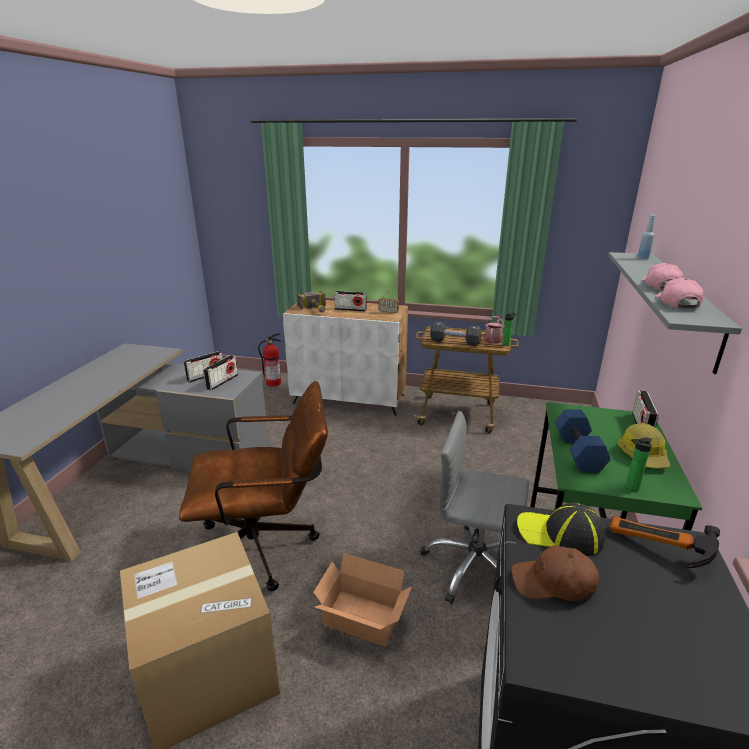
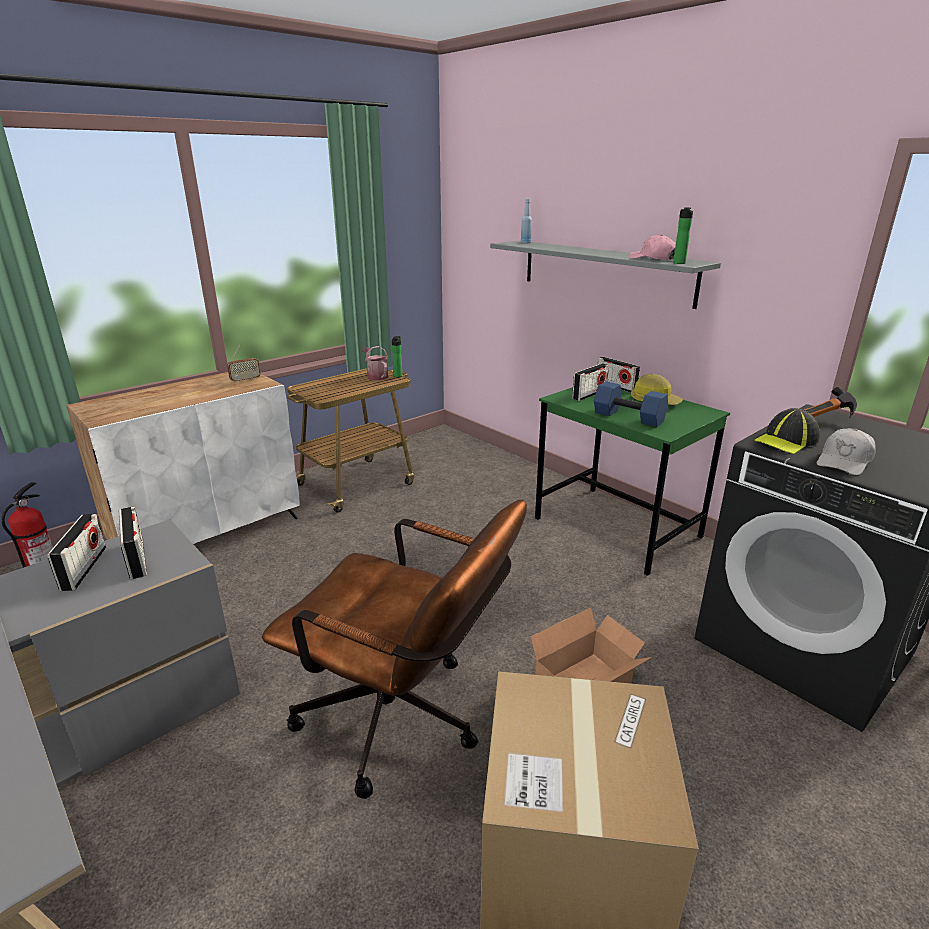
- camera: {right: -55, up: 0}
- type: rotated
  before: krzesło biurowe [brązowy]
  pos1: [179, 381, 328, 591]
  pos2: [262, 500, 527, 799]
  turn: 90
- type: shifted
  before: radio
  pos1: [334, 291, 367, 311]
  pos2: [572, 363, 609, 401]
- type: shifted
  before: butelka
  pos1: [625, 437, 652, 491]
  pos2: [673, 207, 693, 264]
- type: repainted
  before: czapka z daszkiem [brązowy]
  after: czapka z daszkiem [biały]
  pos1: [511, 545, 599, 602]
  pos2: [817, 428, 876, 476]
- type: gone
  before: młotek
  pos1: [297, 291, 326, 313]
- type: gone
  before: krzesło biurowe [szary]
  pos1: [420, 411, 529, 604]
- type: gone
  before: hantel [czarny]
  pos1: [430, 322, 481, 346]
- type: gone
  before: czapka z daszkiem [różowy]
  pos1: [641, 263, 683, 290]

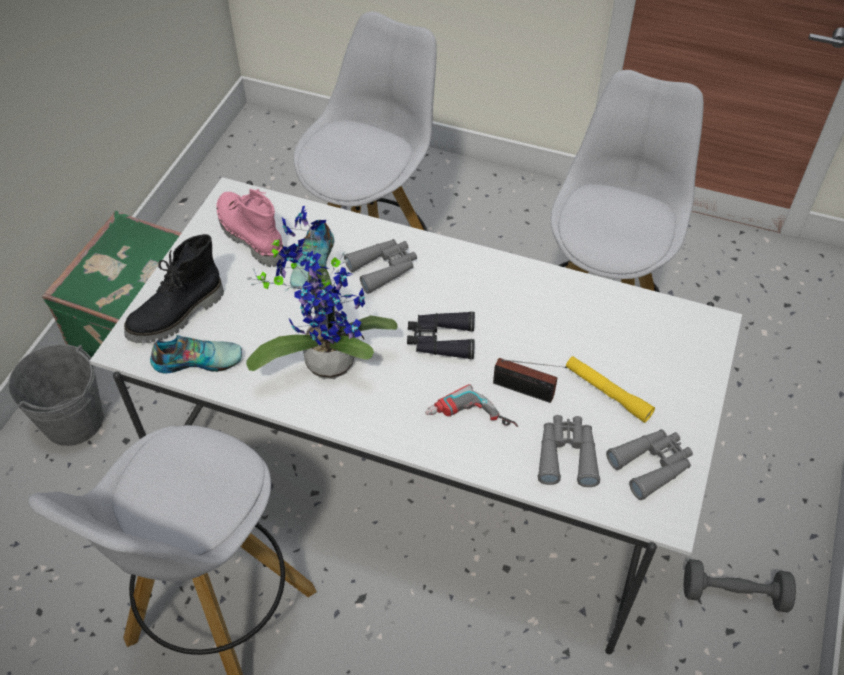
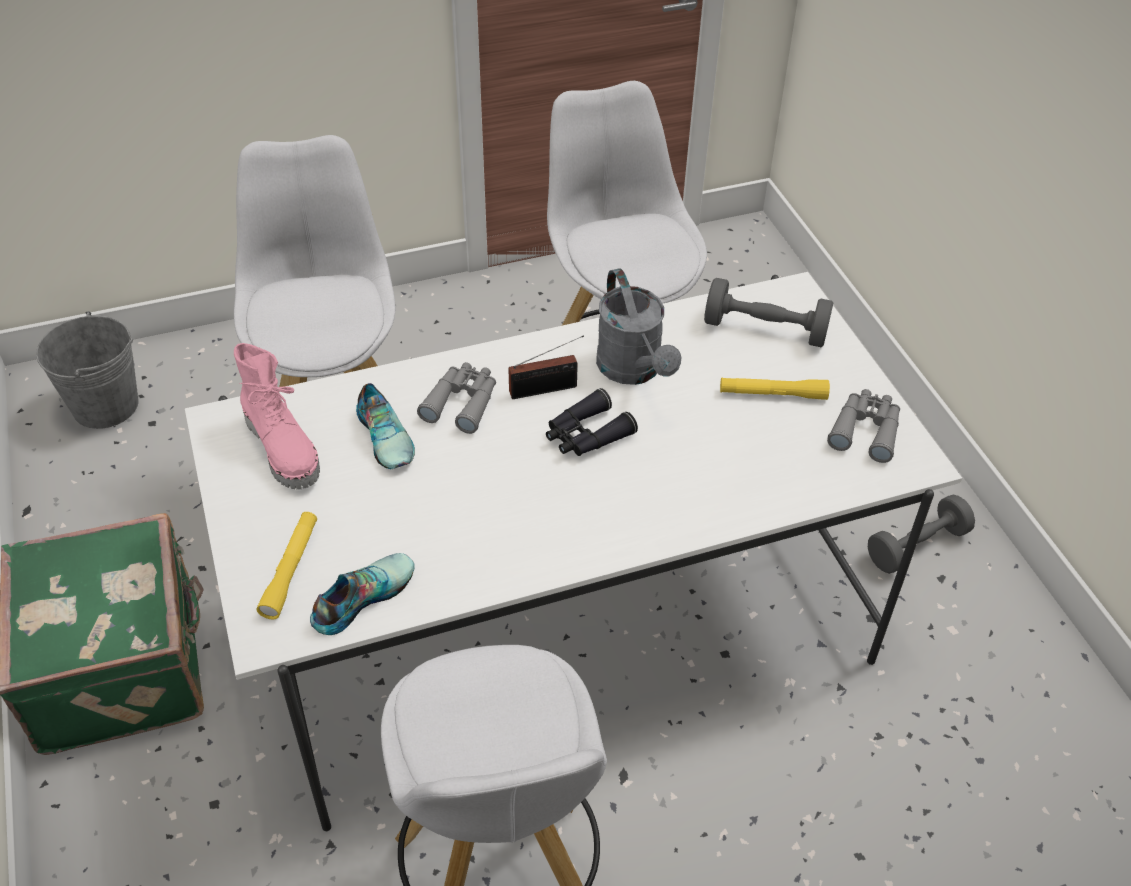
- camera: {right: -40, up: -5}
- type: shifted
  before: wiadro [szary]
  pos1: [8, 344, 103, 446]
  pos2: [36, 311, 138, 429]
- type: rotated
  before: but z cholewką [różowy]
  pos1: [217, 189, 284, 267]
  pos2: [234, 343, 320, 489]
  turn: -135
- type: swapped
  before: but z cholewką [czarny]
  after: latarka [żółty]
  pos1: [124, 234, 224, 343]
  pos2: [256, 512, 317, 619]
- type: shifted
  before: radio
  pos1: [493, 358, 567, 403]
  pos2: [508, 335, 584, 399]
- type: new
  after: konewka [szary]
  pos2: [596, 268, 681, 385]
- type: new
  after: hantel [szary]
  pos2: [704, 278, 833, 347]
- type: gone
  before: roślina doniczkowa
  pos1: [246, 206, 398, 379]
- type: gone
  before: wiertarka
  pos1: [425, 384, 518, 427]
- type: gone
  before: lornetka [szary]
  pos1: [538, 415, 600, 487]

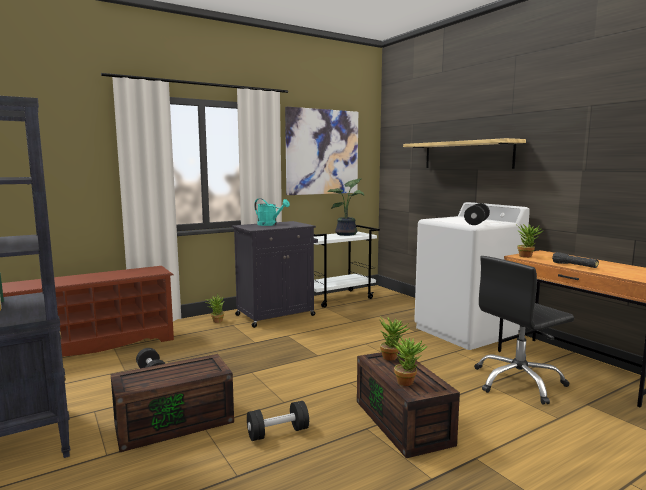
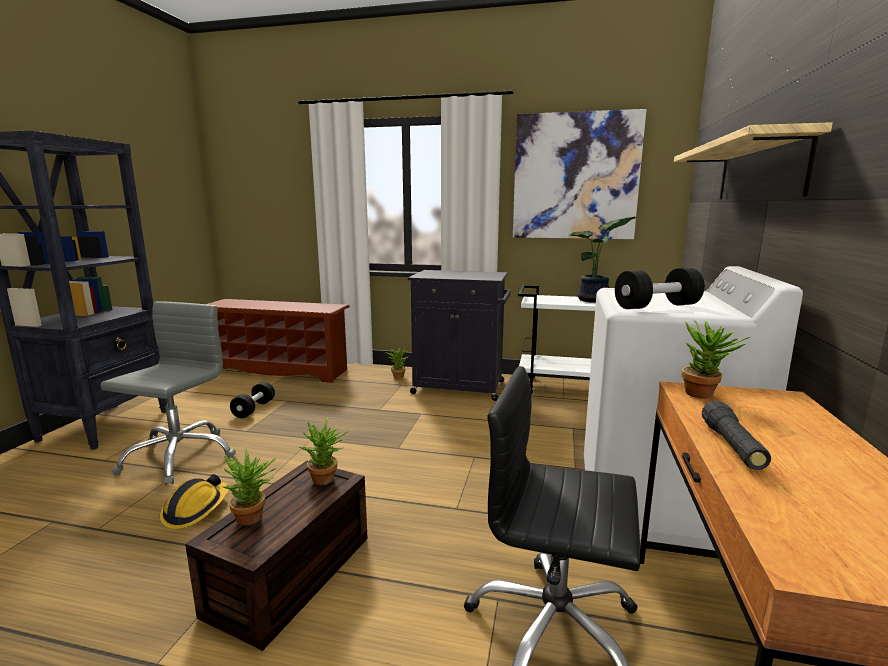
- camera: {right: 45, up: 5}
- type: swapped
  before: pojemnik do przechowywania [brązowy]
  after: krzesło biurowe [szary]
  pos1: [111, 354, 234, 453]
  pos2: [100, 301, 236, 485]
- type: swapped
  before: hantel [czarny]
  after: kask
  pos1: [247, 401, 309, 441]
  pos2: [160, 474, 229, 529]
- type: gone
  before: konewka [turkusowy]
  pos1: [254, 198, 290, 226]

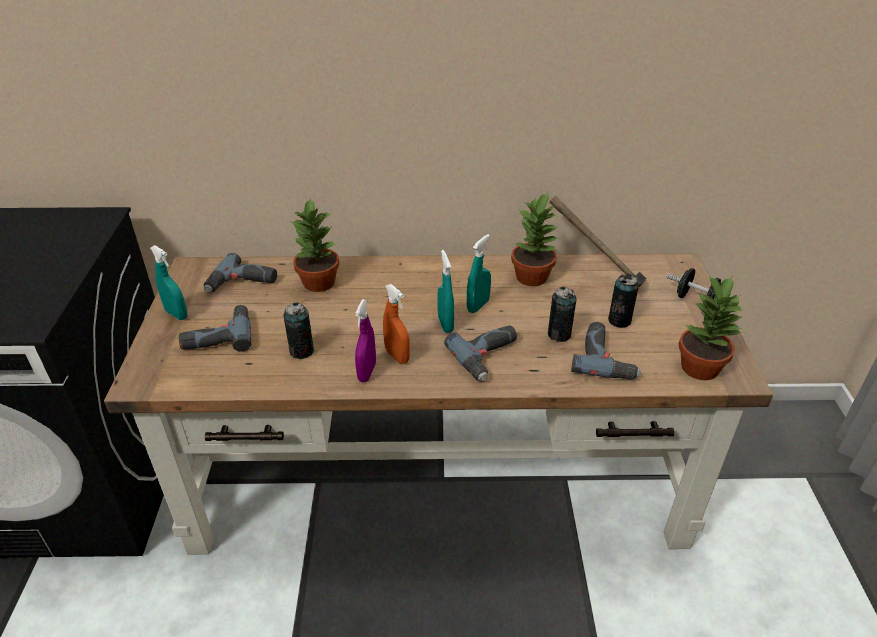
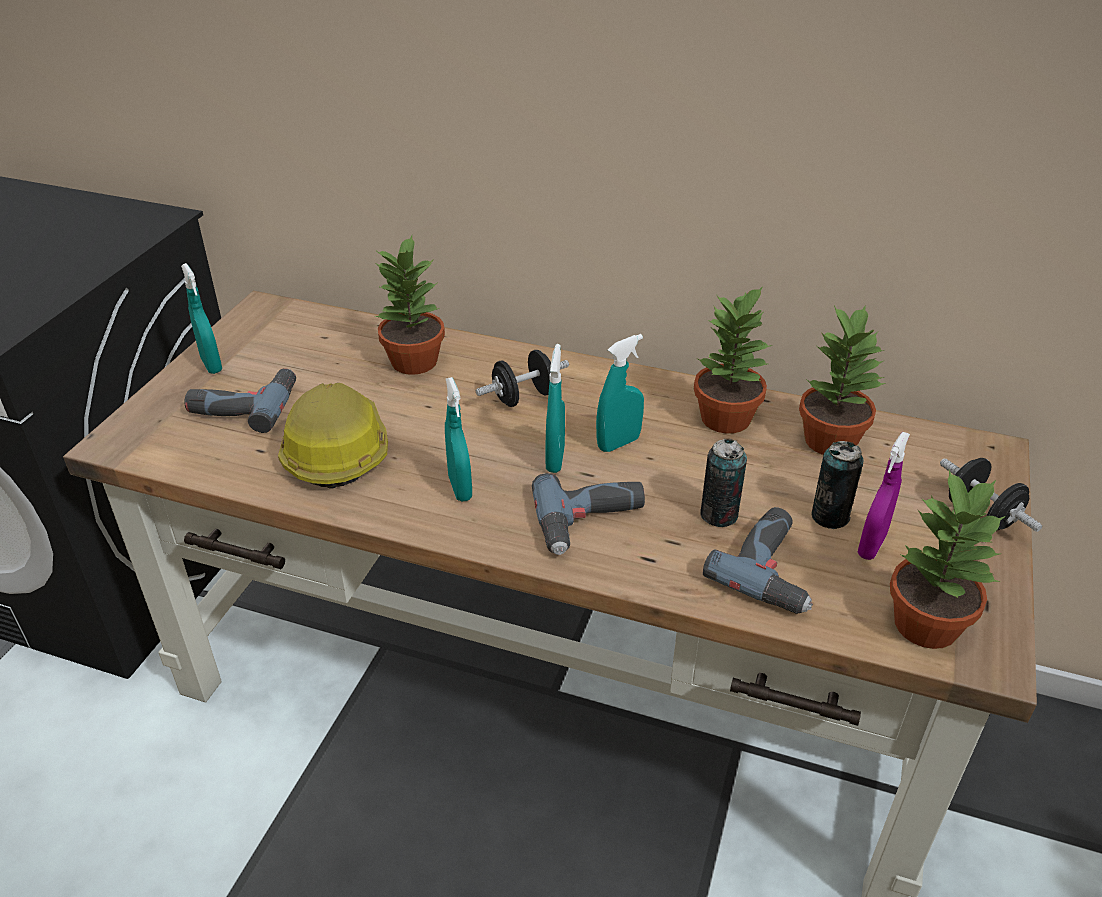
- camera: {right: 20, up: 0}
- type: swapped
  before: puszka
  after: kask
  pos1: [284, 302, 314, 359]
  pos2: [278, 383, 388, 489]
- type: repainted
  before: spryskiwacz [pomarańczowy]
  after: spryskiwacz [turkusowy]
  pos1: [383, 284, 410, 364]
  pos2: [445, 377, 472, 501]
- type: new
  after: hantel [czarny]
  pos2: [476, 350, 569, 407]
- type: swapped
  before: młotek
  after: roślina doniczkowa
  pos1: [549, 196, 646, 287]
  pos2: [799, 305, 886, 455]
- type: shifted
  before: spryskiwacz [fioletowy]
  pos1: [355, 299, 376, 382]
  pos2: [857, 432, 910, 560]
- type: gone
  before: wiertarka
  pos1: [203, 253, 277, 293]

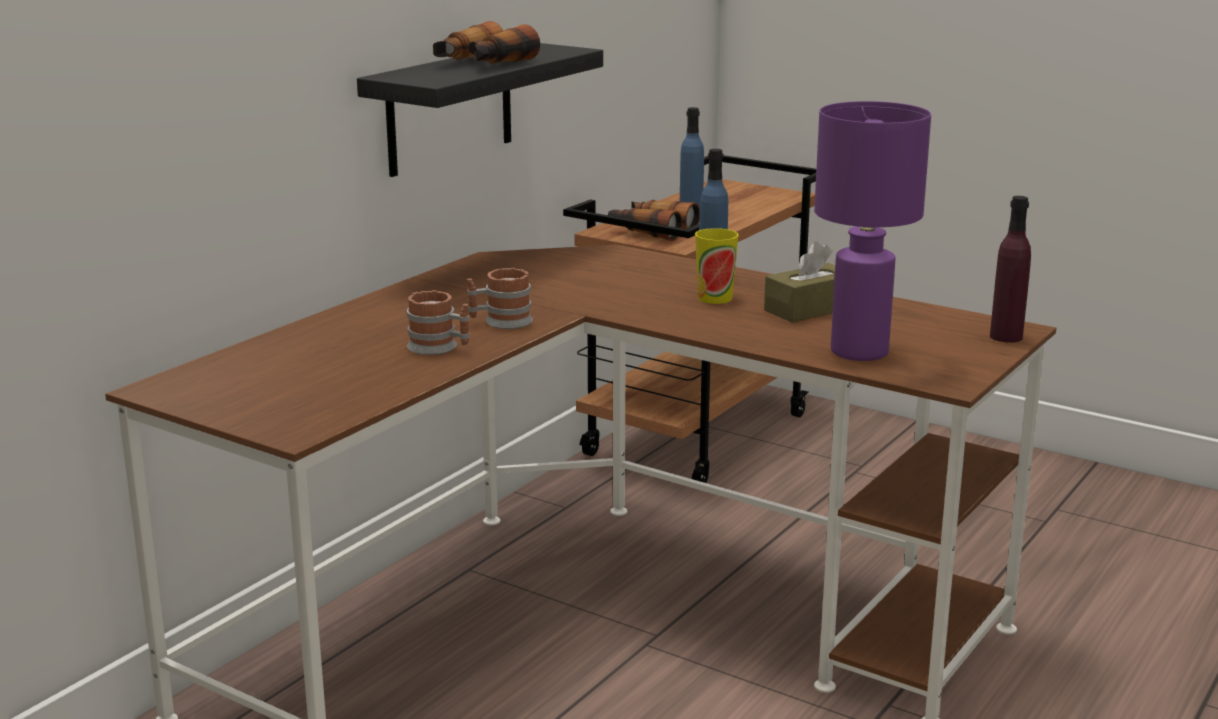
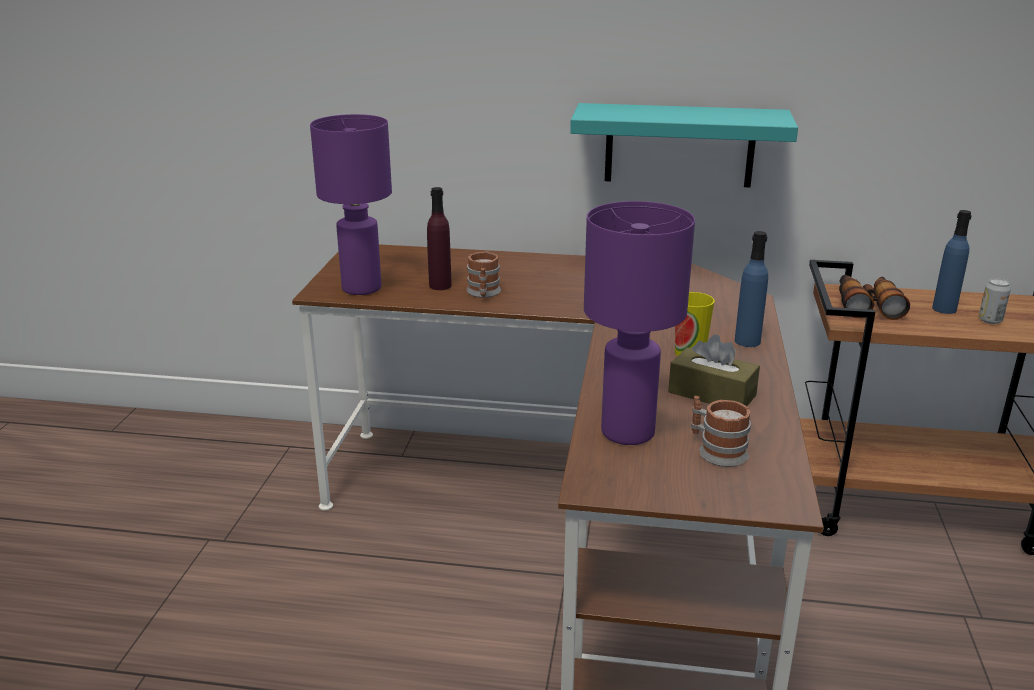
- camera: {right: 65, up: 5}
- type: new
  after: lampa stołowa [fioletowy]
  pos2: [310, 114, 392, 295]
- type: shifted
  before: butelka [fioletowy]
  pos1: [990, 196, 1031, 343]
  pos2: [427, 187, 452, 290]
- type: repainted
  before: półka [czarny]
  after: półka [turkusowy]
  pos1: [357, 43, 603, 177]
  pos2: [570, 103, 798, 188]
- type: shifted
  before: kubek
  pos1: [467, 268, 533, 329]
  pos2: [691, 396, 751, 467]
- type: new
  after: puszka
  pos2: [979, 278, 1011, 324]
- type: gone
  before: lornetka
  pos1: [433, 21, 540, 63]

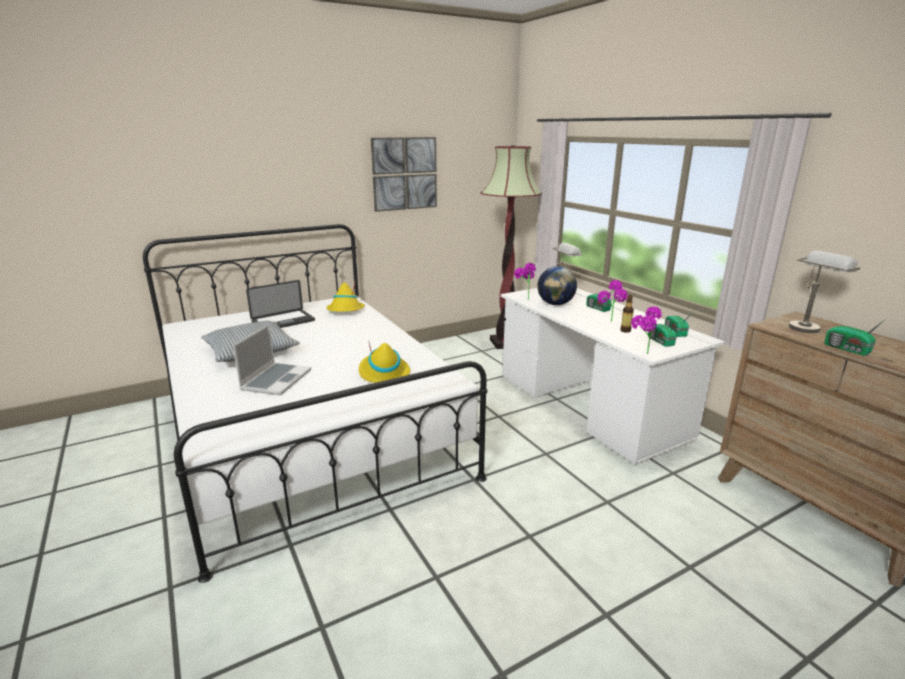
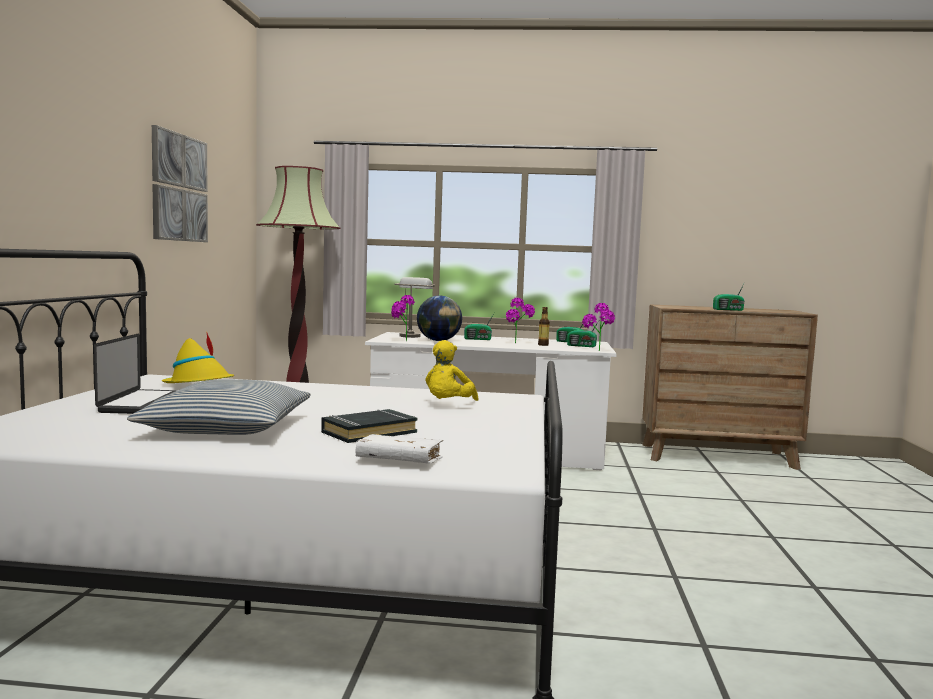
- camera: {right: -55, up: -15}
- type: swapped
  before: laptop
  after: książka [czarny]
  pos1: [233, 324, 311, 395]
  pos2: [321, 409, 418, 443]
- type: new
  after: książka [biały]
  pos2: [355, 434, 443, 464]
- type: swapped
  before: kapelusz [żółty]
  after: pluszak [żółty]
  pos1: [359, 343, 410, 383]
  pos2: [425, 340, 479, 401]
- type: gone
  before: lampa stołowa [szary]
  pos1: [789, 251, 860, 333]

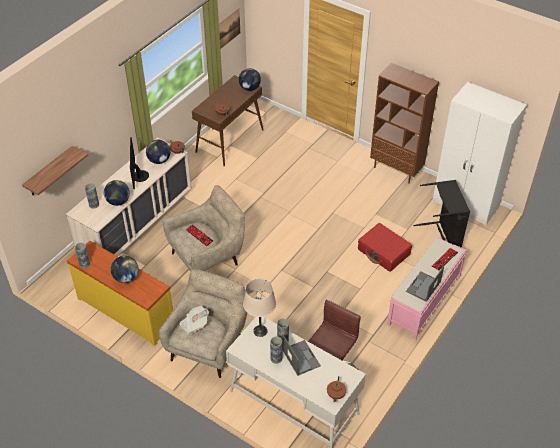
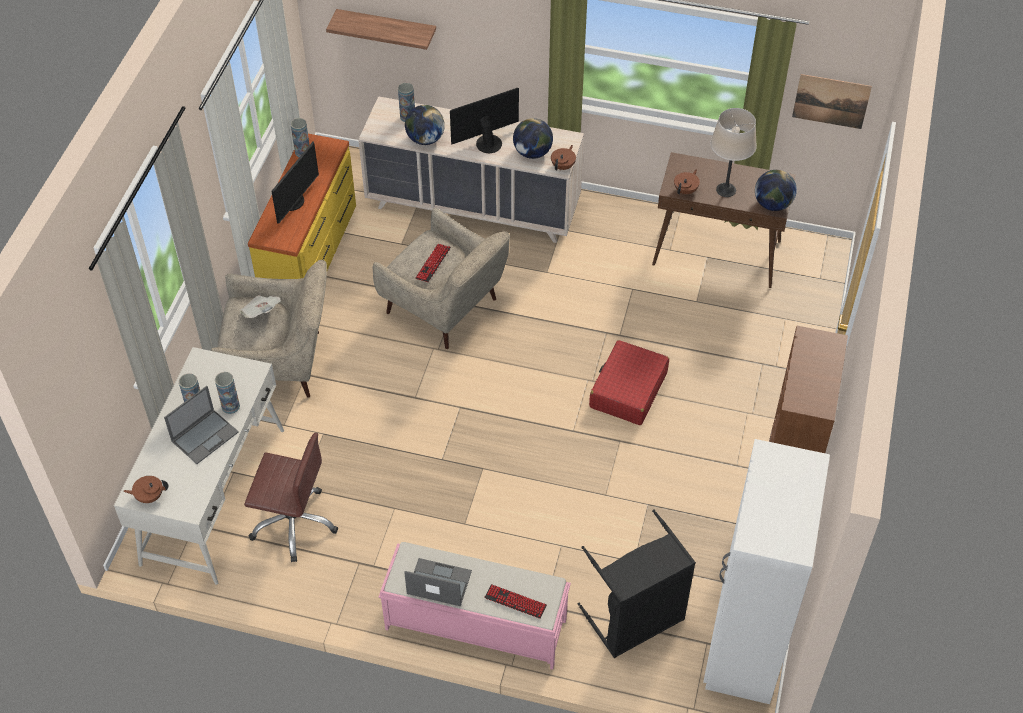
- camera: {right: 70, up: 5}
- type: swapped
  before: globus
  after: monitor
  pos1: [111, 256, 139, 283]
  pos2: [271, 142, 319, 224]
- type: shifted
  before: walizka [czerwony]
  pos1: [358, 223, 412, 272]
  pos2: [589, 340, 669, 425]
- type: shifted
  before: lampa stołowa [beżowy]
  pos1: [243, 279, 276, 337]
  pos2: [710, 108, 757, 197]

